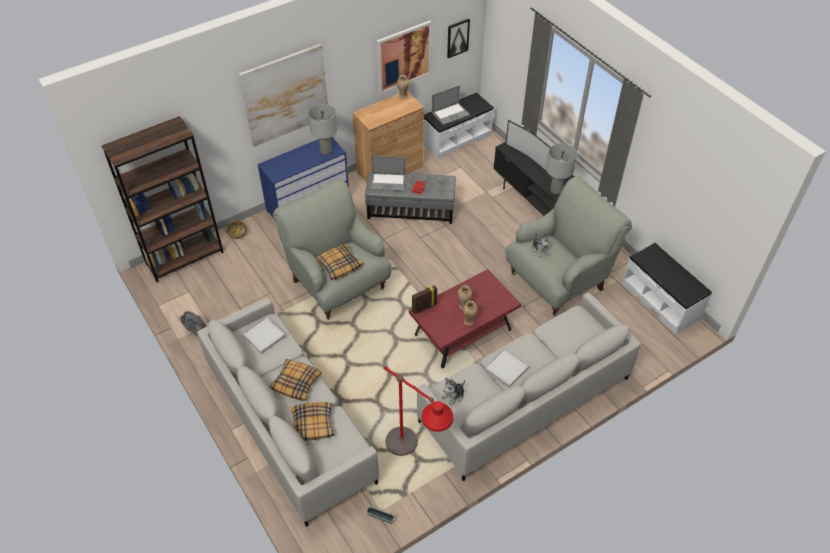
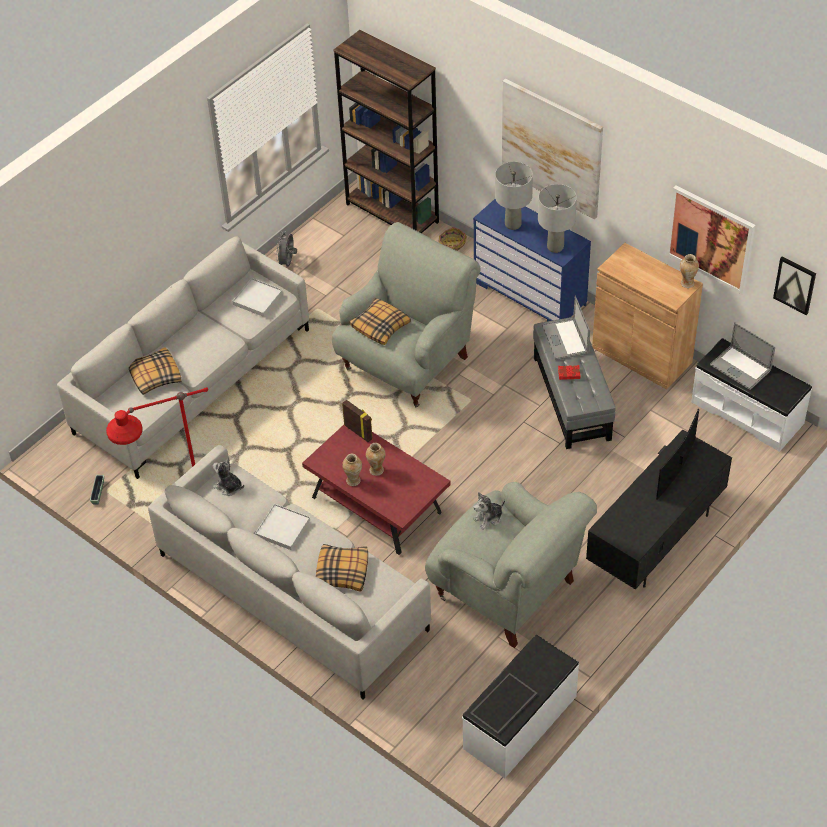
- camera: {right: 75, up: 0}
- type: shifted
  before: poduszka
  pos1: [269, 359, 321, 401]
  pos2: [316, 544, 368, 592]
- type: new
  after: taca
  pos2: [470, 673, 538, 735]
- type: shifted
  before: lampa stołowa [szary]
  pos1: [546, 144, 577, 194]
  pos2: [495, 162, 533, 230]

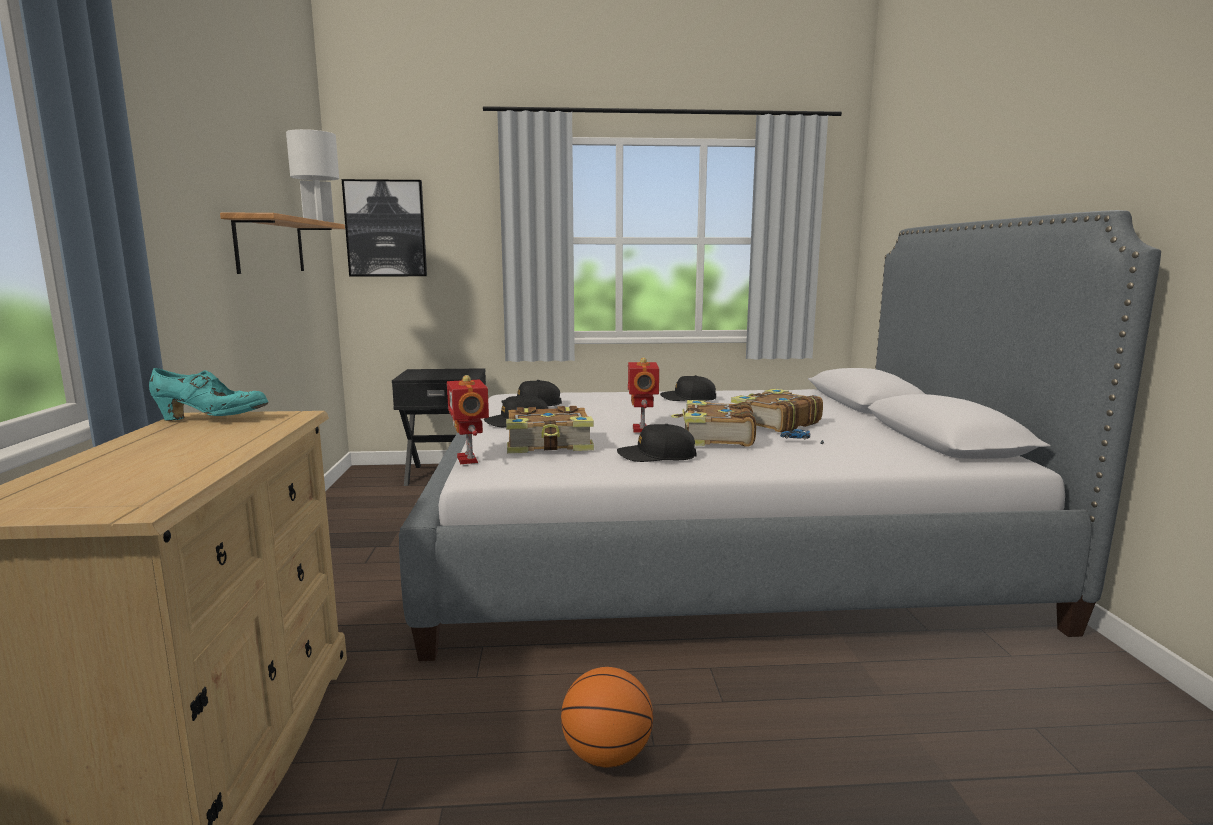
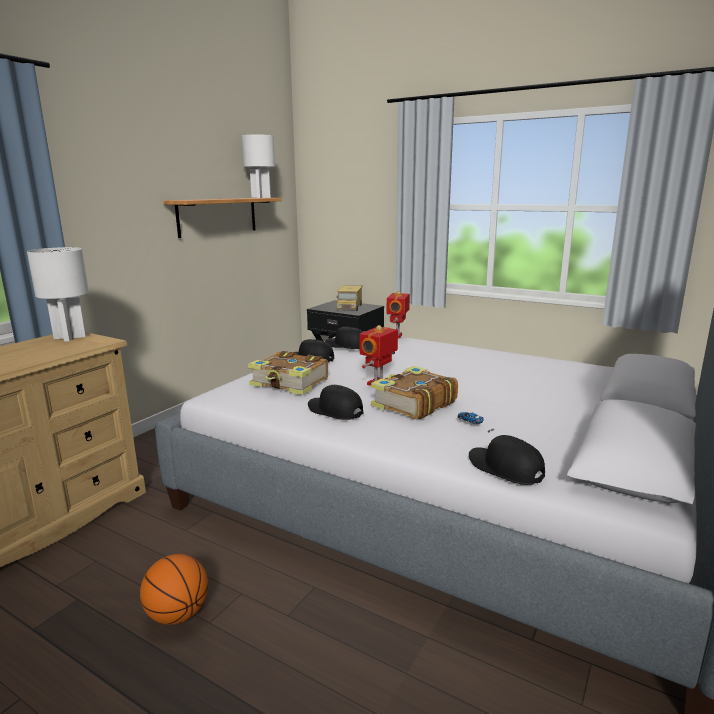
- camera: {right: 35, up: 5}
- type: swapped
  before: but [turkusowy]
  after: lampa stołowa [biały]
  pos1: [149, 368, 268, 421]
  pos2: [27, 247, 89, 342]
- type: new
  after: ciężarówka zabawkowa
  pos2: [336, 285, 362, 311]
- type: shifted
  before: robot zabawkowy
  pos1: [447, 375, 489, 464]
  pos2: [387, 291, 410, 338]
- type: shifted
  before: czapka z daszkiem [czarny]
  pos1: [660, 375, 716, 401]
  pos2: [469, 435, 545, 485]
- type: gone
  before: obraz
  pos1: [342, 179, 427, 276]
- type: gone
  before: książka
  pos1: [731, 389, 823, 432]

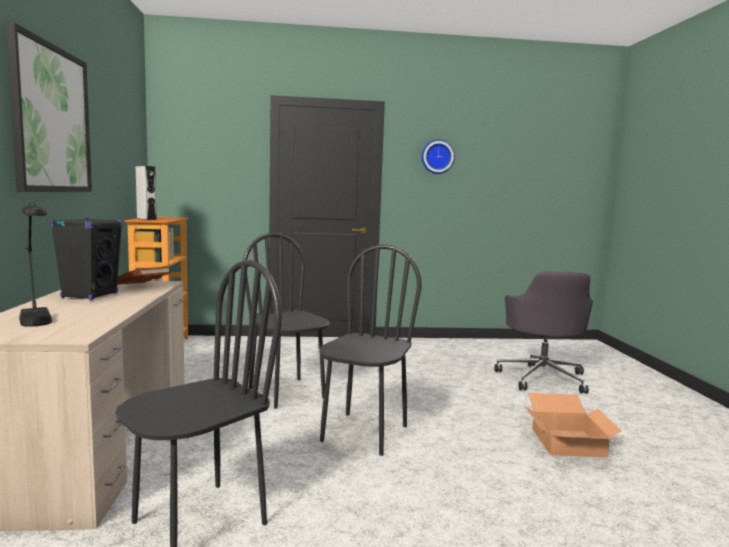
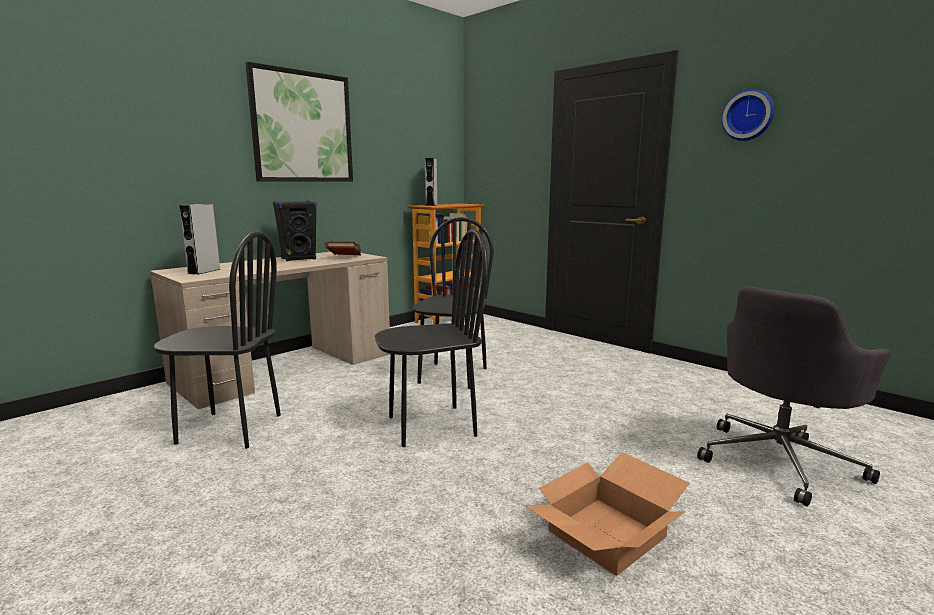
- camera: {right: 50, up: 5}
- type: swapped
  before: lampa stołowa [czarny]
  after: głośnik [szary]
  pos1: [19, 202, 52, 327]
  pos2: [179, 204, 221, 275]

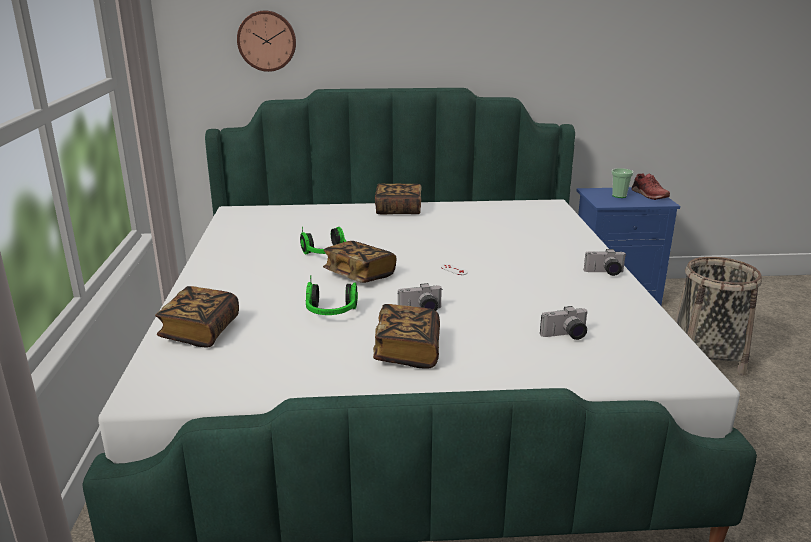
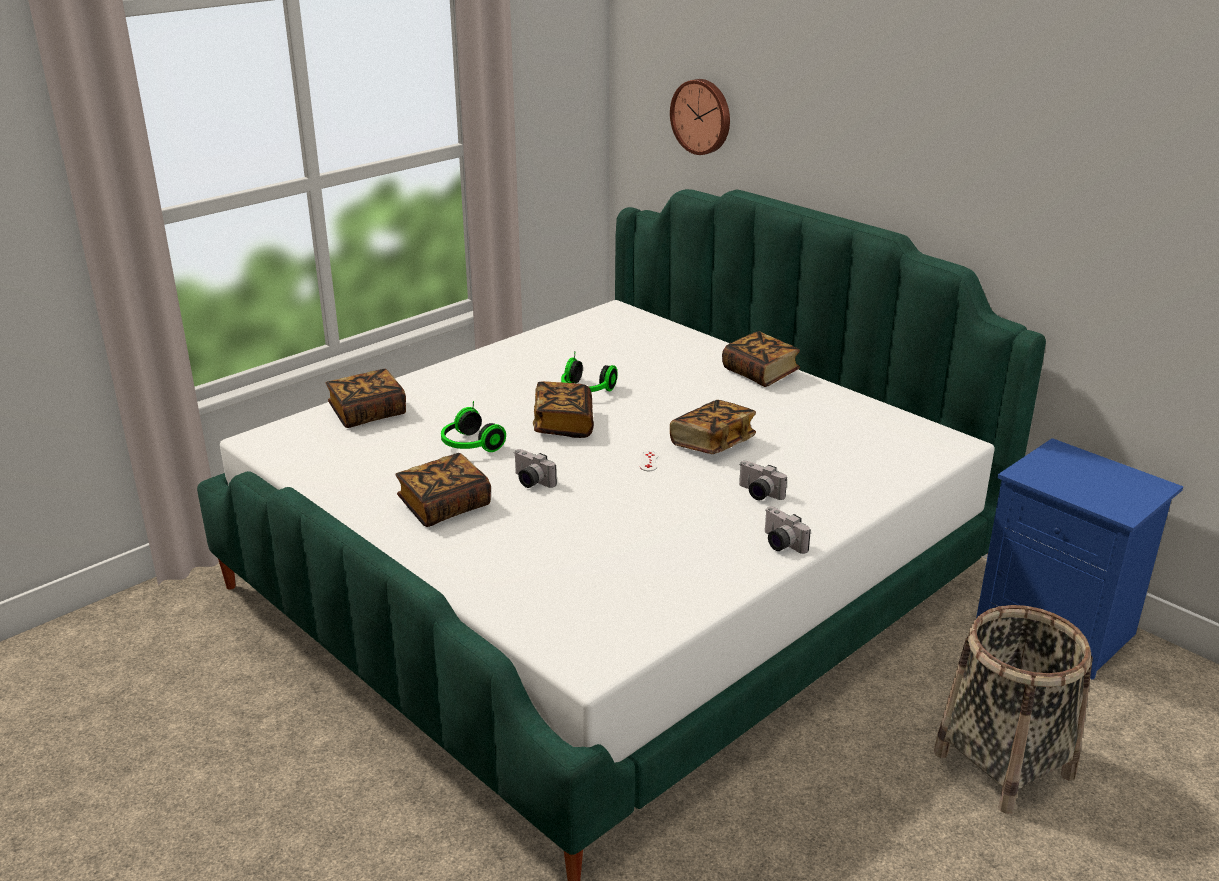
- camera: {right: 50, up: 5}
- type: new
  after: książka
  pos2: [670, 400, 756, 454]
- type: shifted
  before: aparat fotograficzny
  pos1: [540, 306, 588, 340]
  pos2: [739, 461, 787, 500]
- type: gone
  before: filiżanka
  pos1: [611, 168, 634, 198]
- type: gone
  before: but [czerwony]
  pos1: [631, 173, 670, 200]

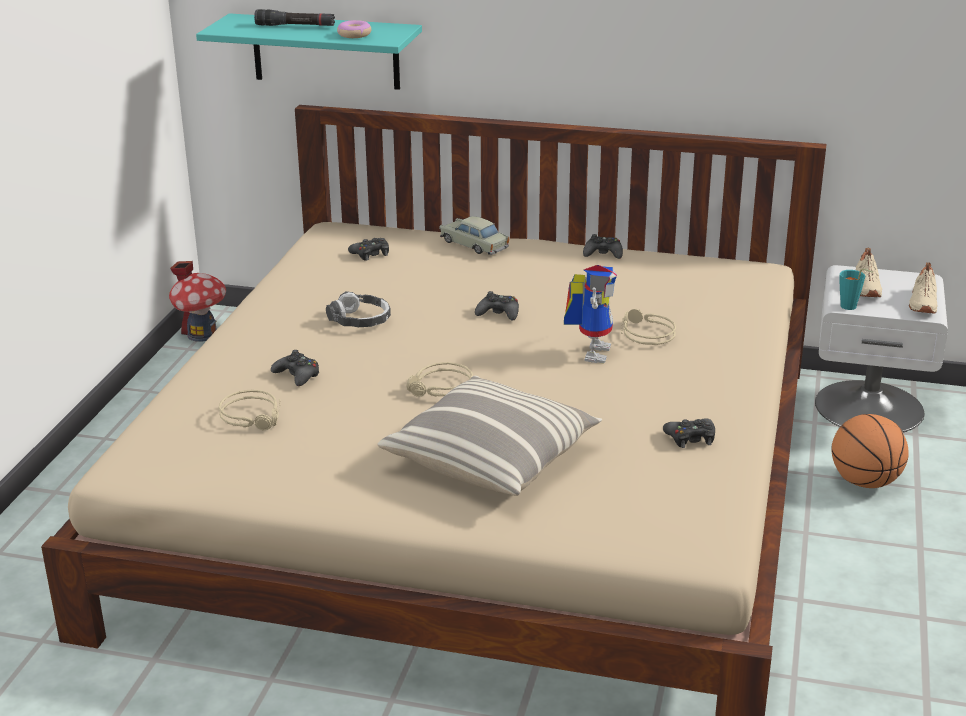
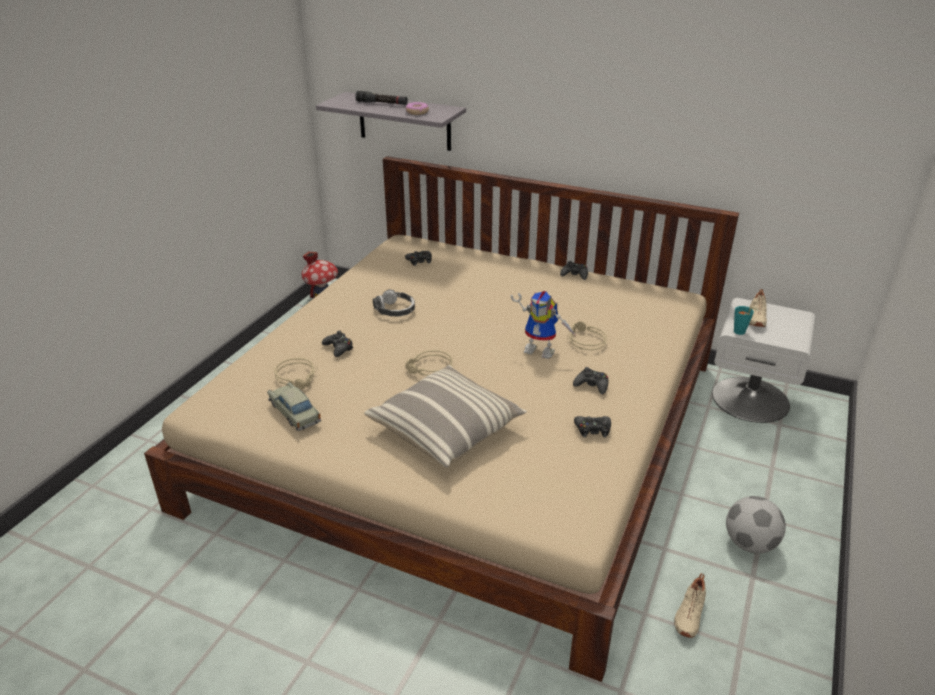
- camera: {right: 10, up: 5}
- type: shifted
  before: samochodzik [beżowy]
  pos1: [439, 216, 509, 255]
  pos2: [267, 382, 321, 431]
- type: repainted
  before: półka [turkusowy]
  after: półka [szary]
  pos1: [196, 13, 422, 90]
  pos2: [316, 92, 466, 151]
- type: rotated
  before: robot zabawkowy
  pos1: [564, 265, 617, 364]
  pos2: [511, 291, 577, 359]
  turn: 90
- type: shifted
  before: pad do gier [czarny]
  pos1: [475, 291, 519, 320]
  pos2: [573, 367, 609, 394]
- type: shifted
  before: but [beżowy]
  pos1: [909, 262, 938, 313]
  pos2: [674, 573, 706, 638]
- type: new
  after: piłka futbolowa
  pos2: [726, 496, 786, 553]
- type: gone
  before: piłka do koszykówki
  pos1: [831, 414, 909, 488]

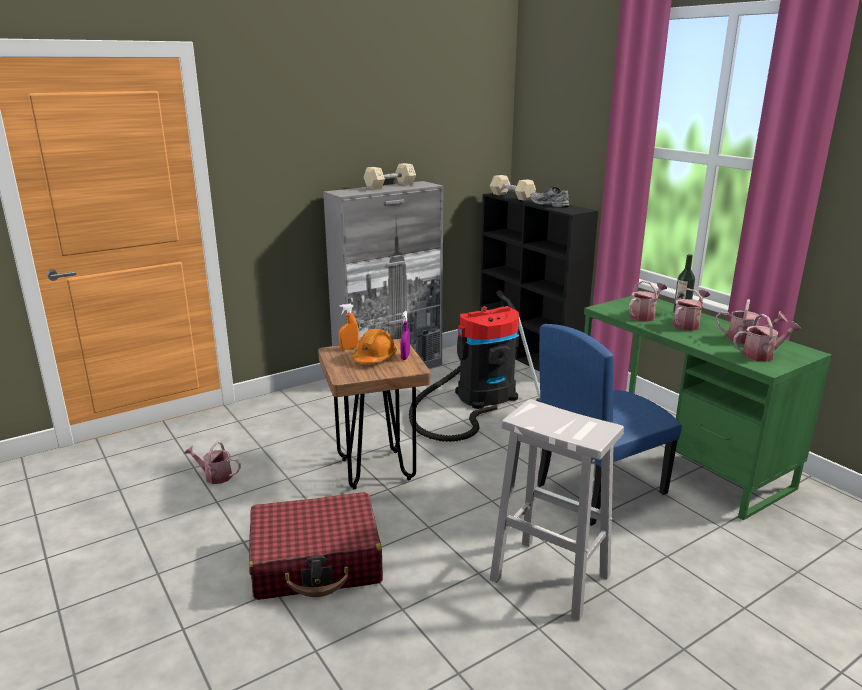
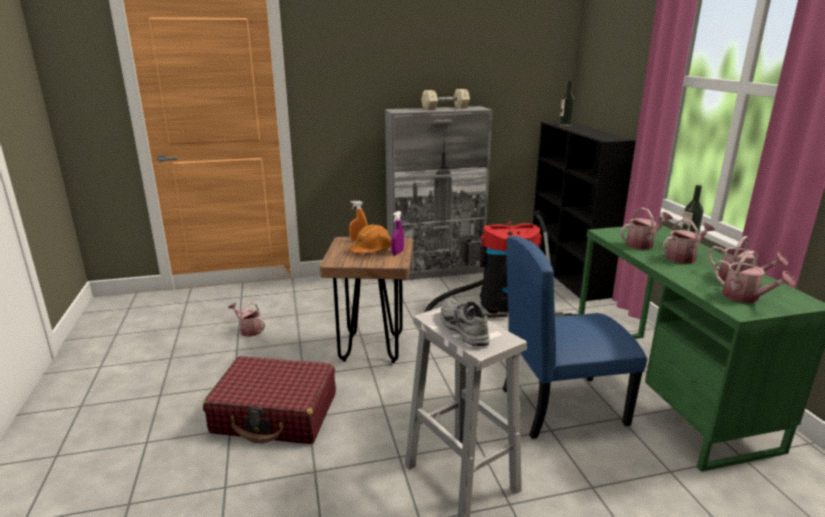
- camera: {right: 20, up: 0}
- type: shifted
  before: but [szary]
  pos1: [530, 187, 569, 208]
  pos2: [440, 298, 490, 346]
- type: swapped
  before: hantel [beżowy]
  after: butelka
  pos1: [490, 175, 536, 201]
  pos2: [559, 80, 574, 126]
- type: rotated
  before: konewka
  pos1: [733, 314, 801, 362]
  pos2: [713, 251, 795, 303]
  turn: 45

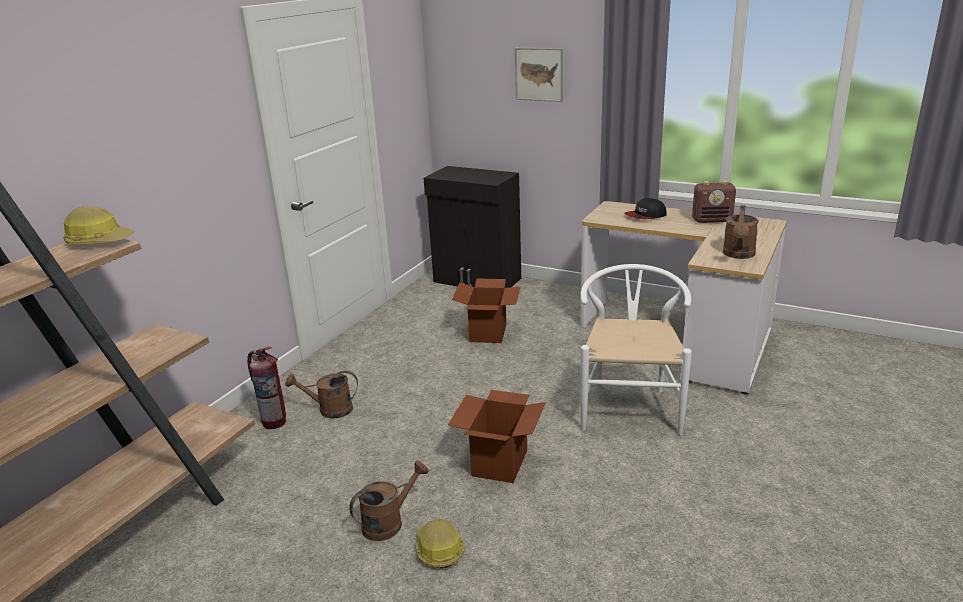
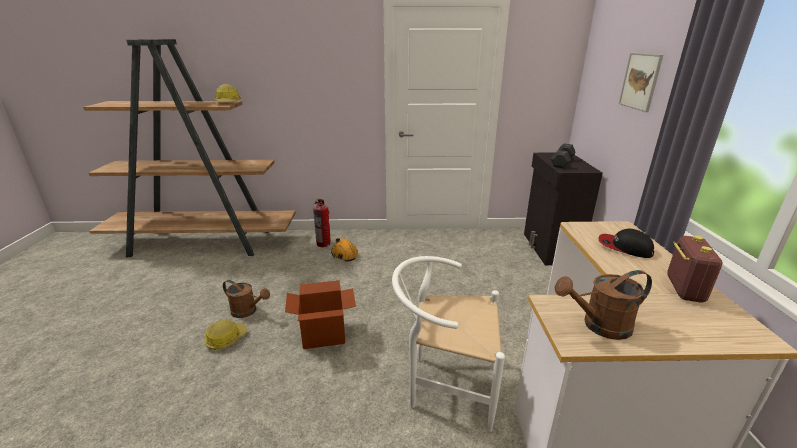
- camera: {right: 60, up: 0}
- type: swapped
  before: konewka [brązowy]
  after: kask [pomarańczowy]
  pos1: [285, 371, 358, 419]
  pos2: [331, 238, 358, 262]
- type: rotated
  before: krzesło [biały]
  pos1: [580, 264, 692, 436]
  pos2: [392, 256, 505, 432]
  turn: -150
- type: new
  after: hantel [szary]
  pos2: [551, 143, 576, 168]
- type: rotated
  before: radio
  pos1: [692, 180, 736, 223]
  pos2: [667, 236, 722, 303]
  turn: -135
- type: gone
  before: karton
  pos1: [452, 278, 520, 343]

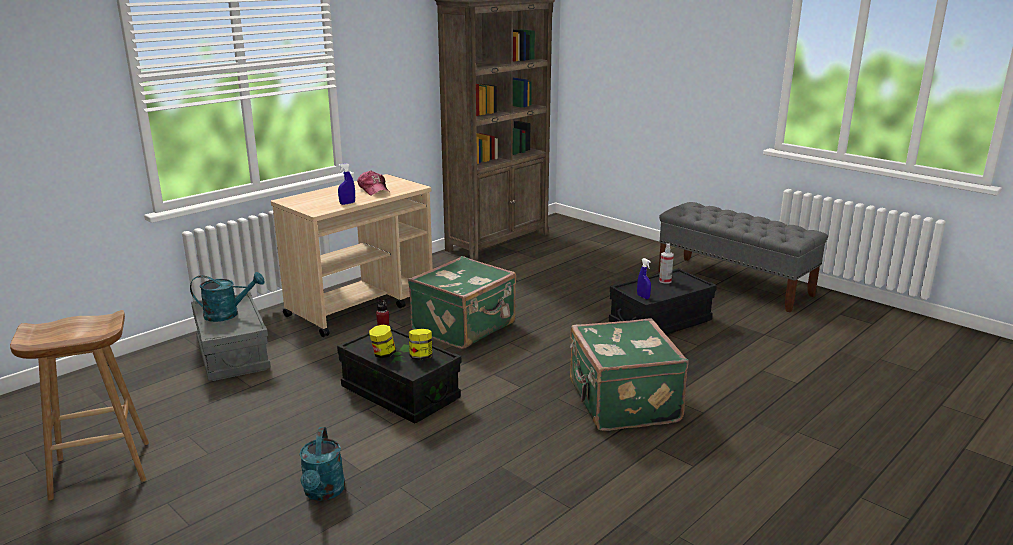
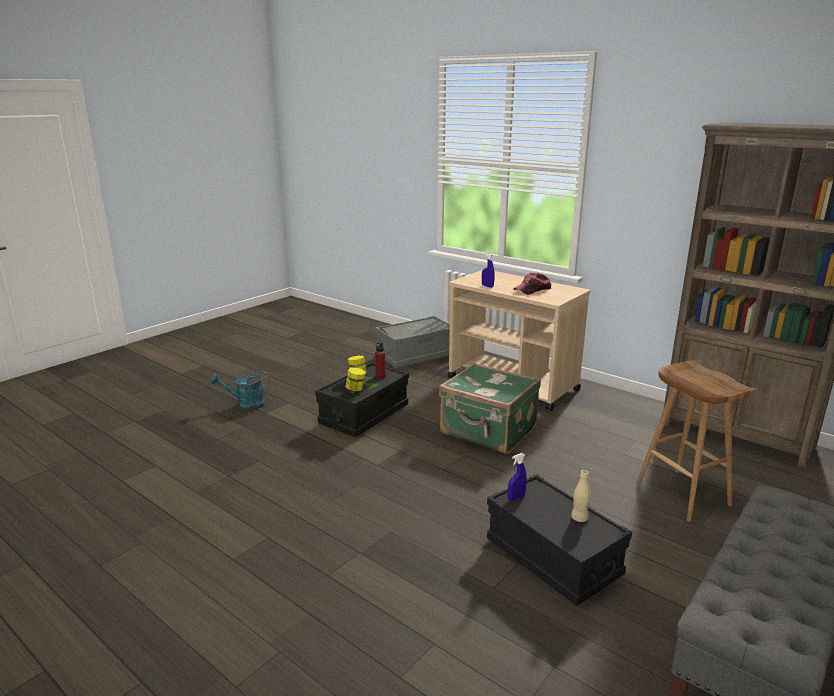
- camera: {right: 85, up: 0}
- type: swapped
  before: spryskiwacz
  after: butelka [beżowy]
  pos1: [659, 243, 674, 284]
  pos2: [571, 470, 591, 522]
- type: shifted
  before: stołek [brązowy]
  pos1: [10, 310, 149, 500]
  pos2: [636, 360, 757, 522]
- type: gone
  before: konewka [turkusowy]
  pos1: [190, 272, 265, 322]
- type: gone
  before: walizka [zielony]
  pos1: [570, 319, 689, 431]

